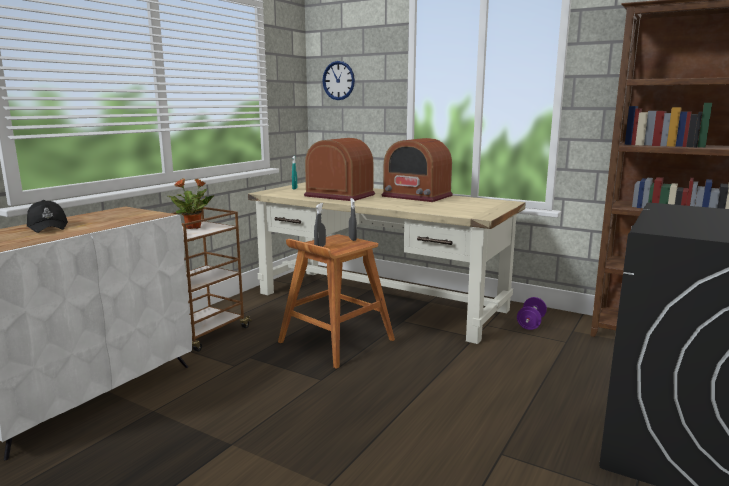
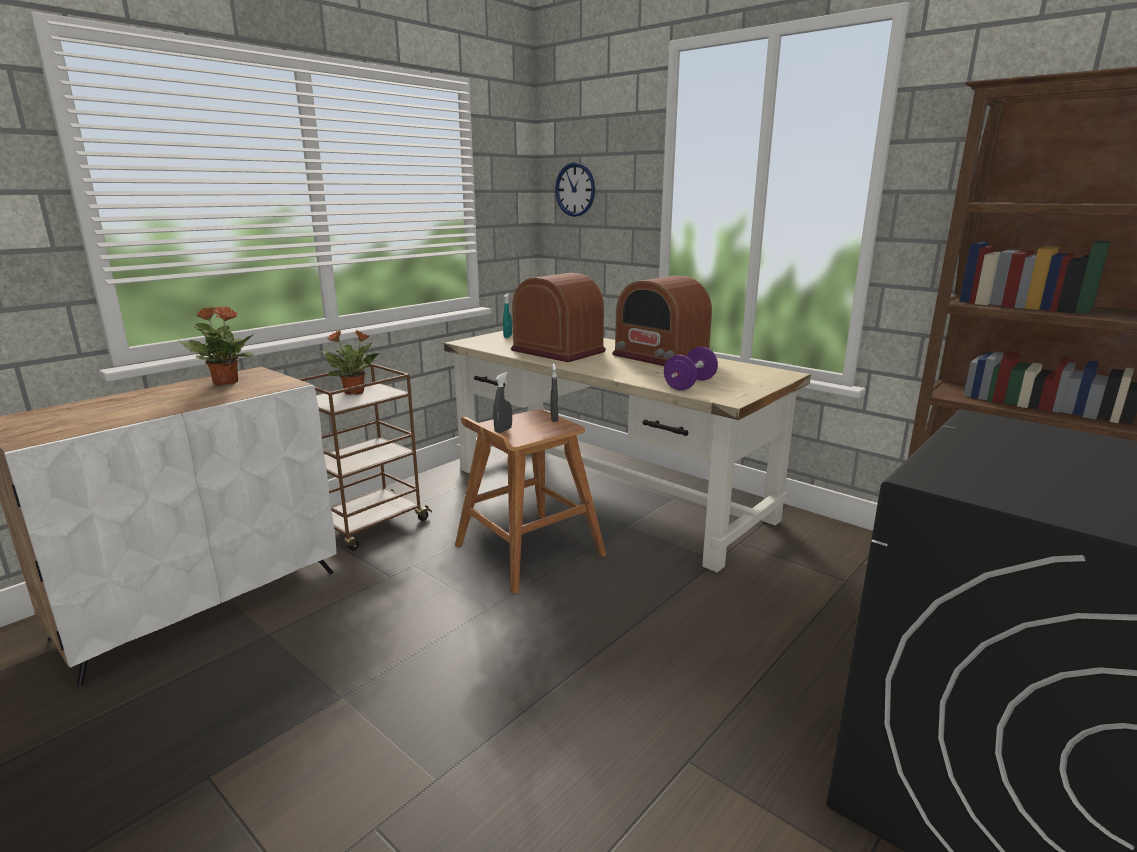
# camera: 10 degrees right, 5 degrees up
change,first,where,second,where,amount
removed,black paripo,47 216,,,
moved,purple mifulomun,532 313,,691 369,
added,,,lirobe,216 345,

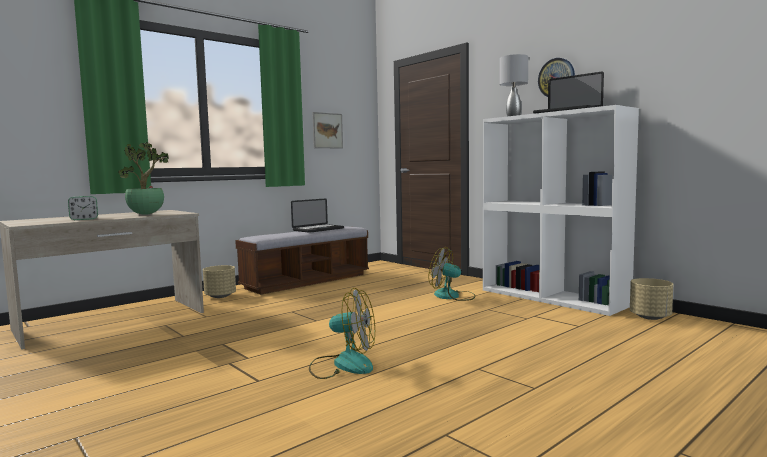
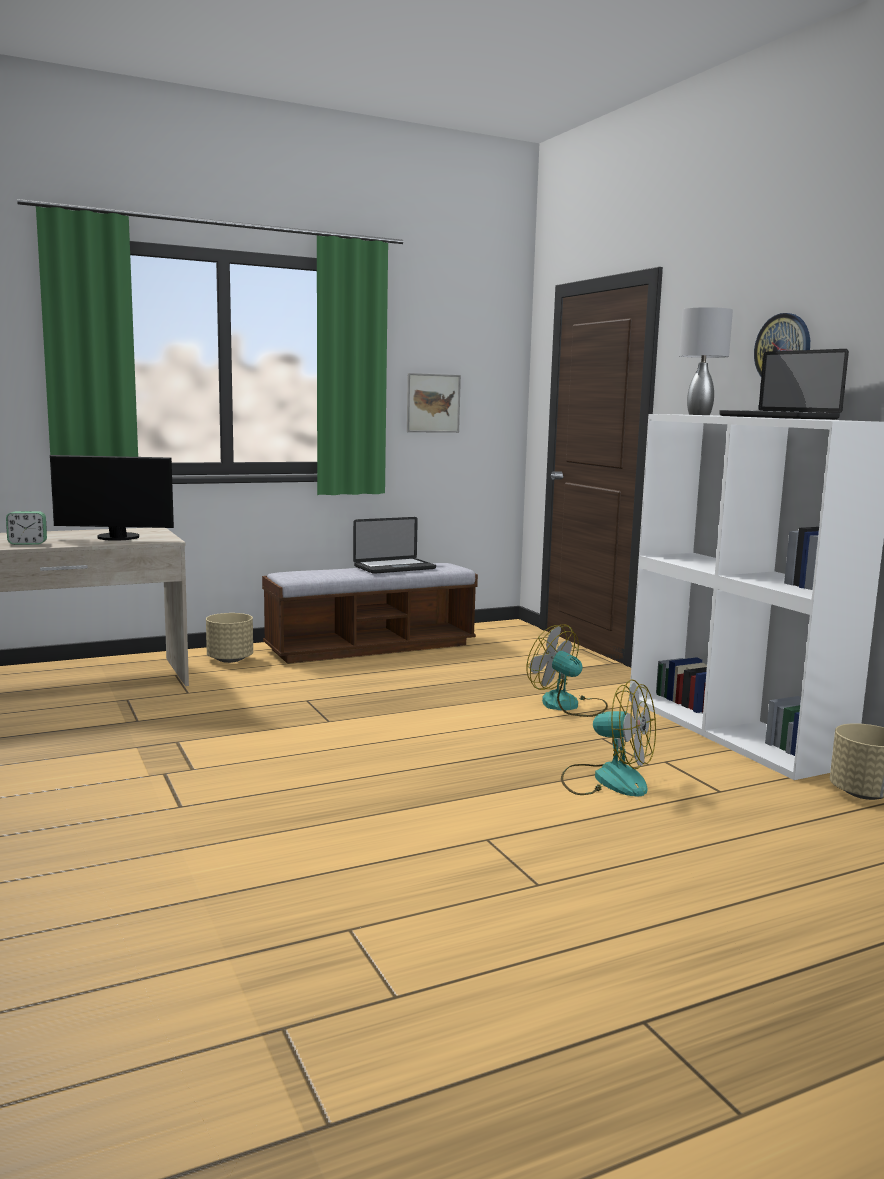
# camera: 15 degrees right, 5 degrees up
change,first,where,second,where,amount
replaced,lirobe,143 178,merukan,112 498,
moved,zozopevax,342 333,,608 738,

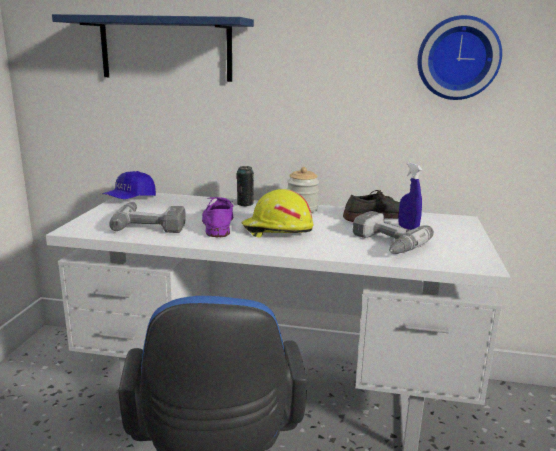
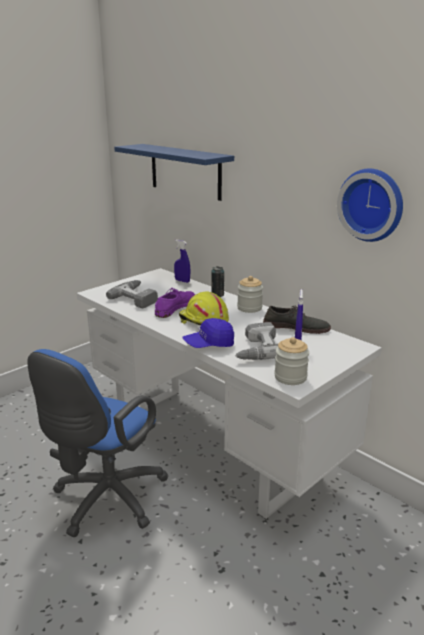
# camera: 35 degrees right, 5 degrees up
change,first,where,second,where,amount
moved,blue paripo,129 185,,208 333,
added,,,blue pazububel,182 261,
added,,,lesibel,291 361,

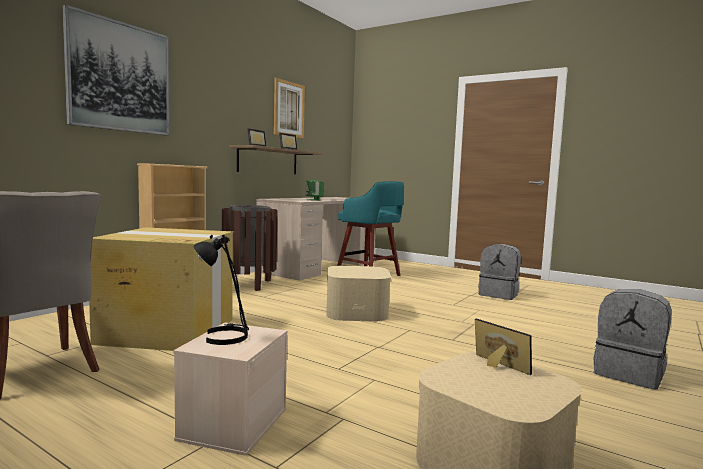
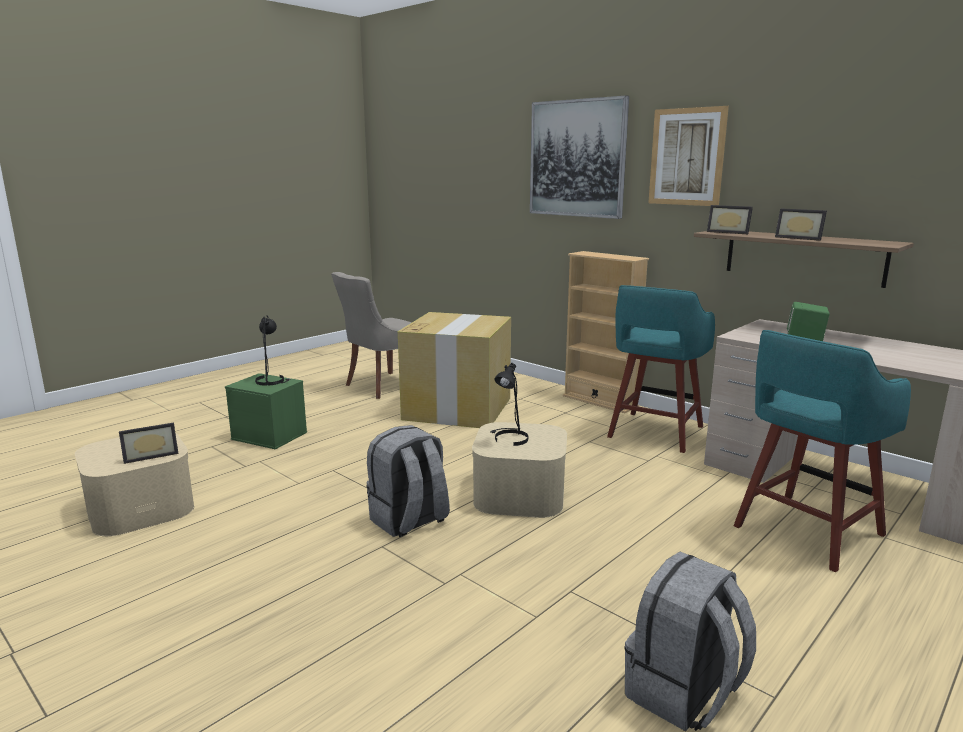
# camera: 100 degrees right, 10 degrees up
change,first,where,second,where,amount
recoloured,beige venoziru,230 389,green venoziru,266 411,
replaced,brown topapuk,249 248,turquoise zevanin,661 369,
moved,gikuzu,289 108,,689 156,
moved,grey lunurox,632 339,,408 481,
added,,,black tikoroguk,509 404,

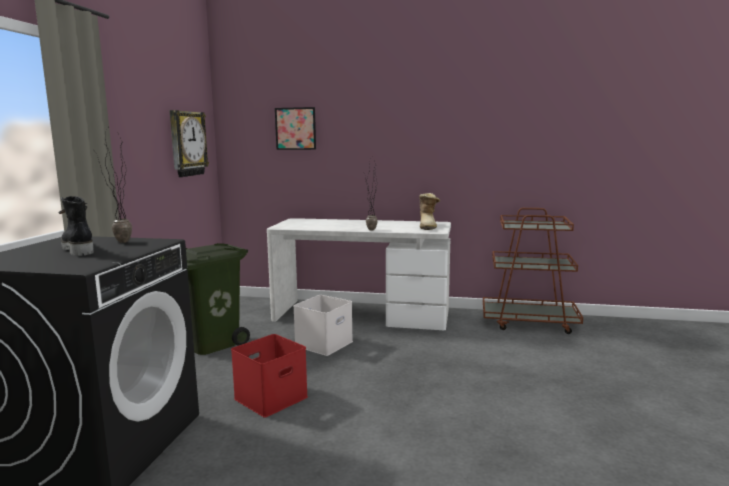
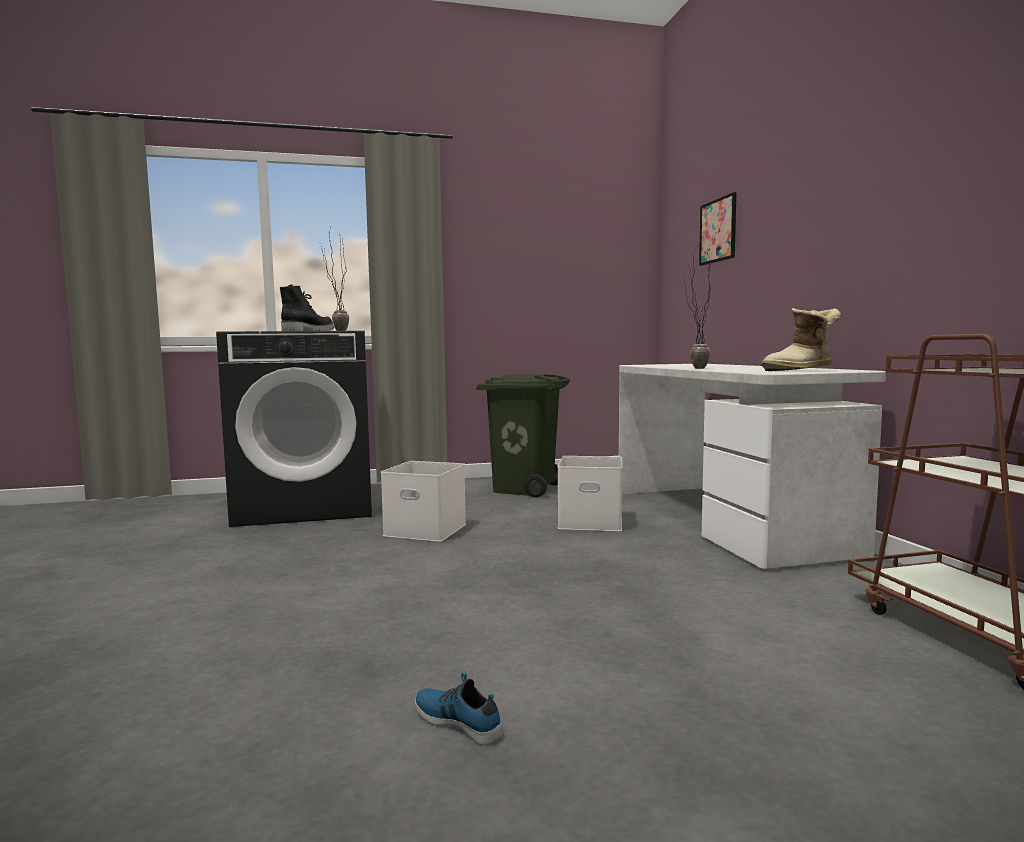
# camera: 65 degrees right, 5 degrees down
change,first,where,second,where,amount
removed,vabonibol,189 143,,,
recoloured,red venoziru,269 376,white venoziru,423 501,
added,,,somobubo,459 708,

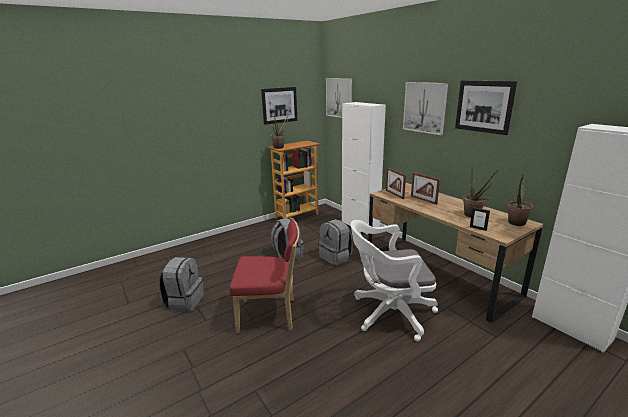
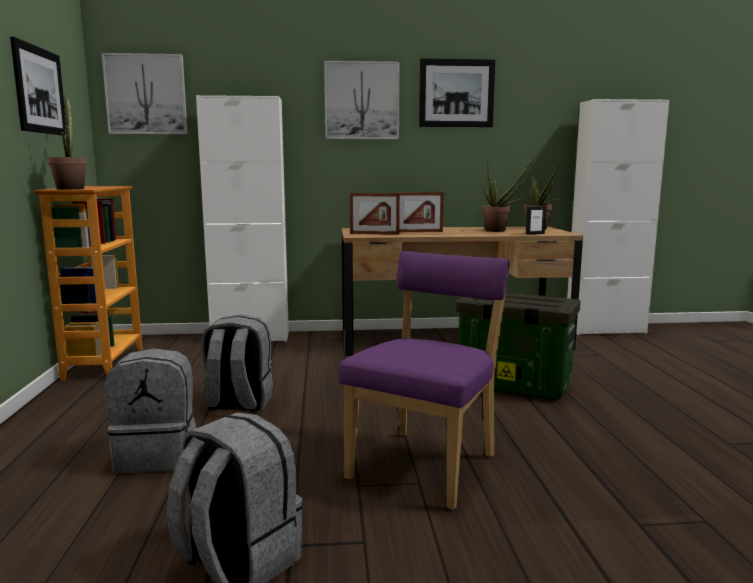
# camera: 60 degrees left, 10 degrees down
change,first,where,second,where,amount
recoloured,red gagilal,264 276,purple gagilal,424 380,
moved,grey lunurox,335 242,,150 410,
replaced,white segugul,394 280,venoziru,518 346,

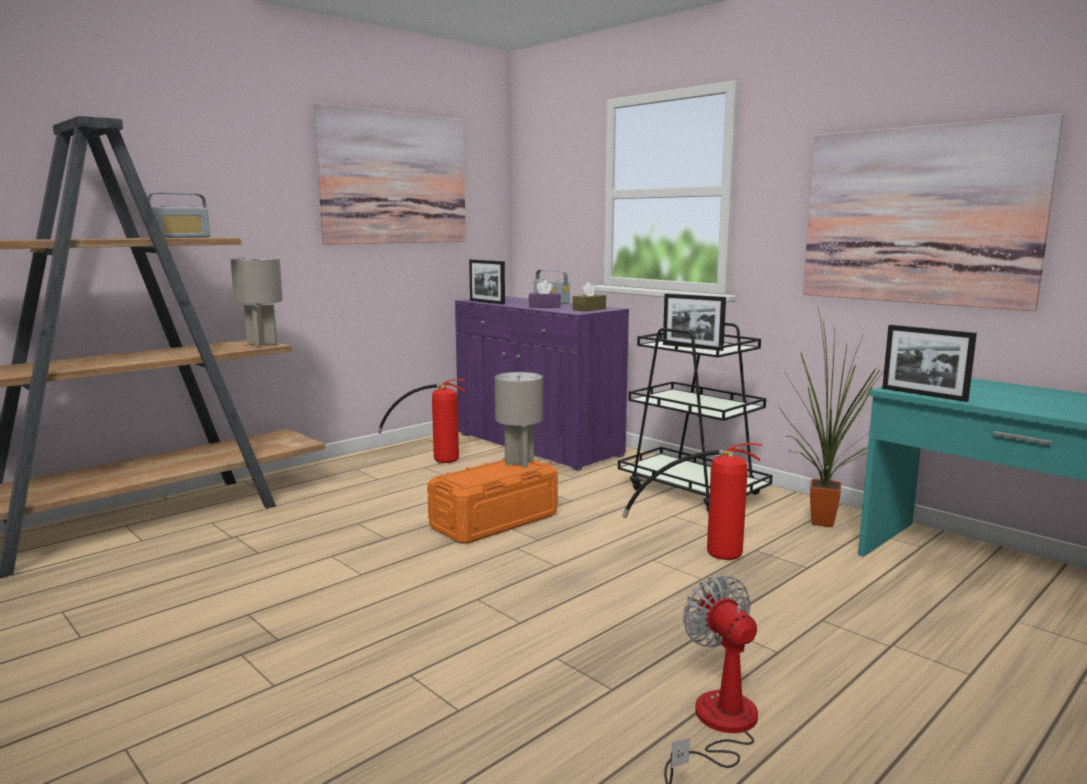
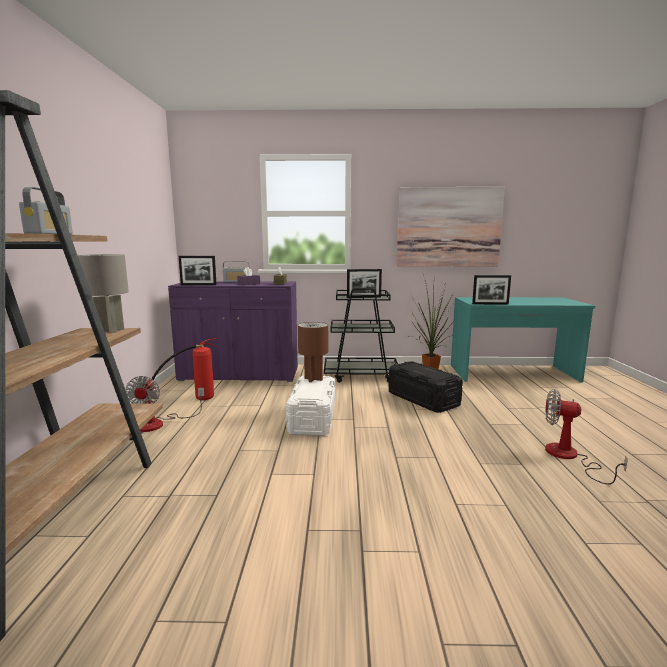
# camera: 45 degrees left, 0 degrees up
change,first,where,second,where,amount
removed,gikuzu,390 174,,,
recoloured,orange venoziru,492 500,white venoziru,310 406,
recoloured,grey tikoroguk,519 419,brown tikoroguk,313 352,
replaced,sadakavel,692 501,black venoziru,425 387,
added,,,zozopevax,165 404,

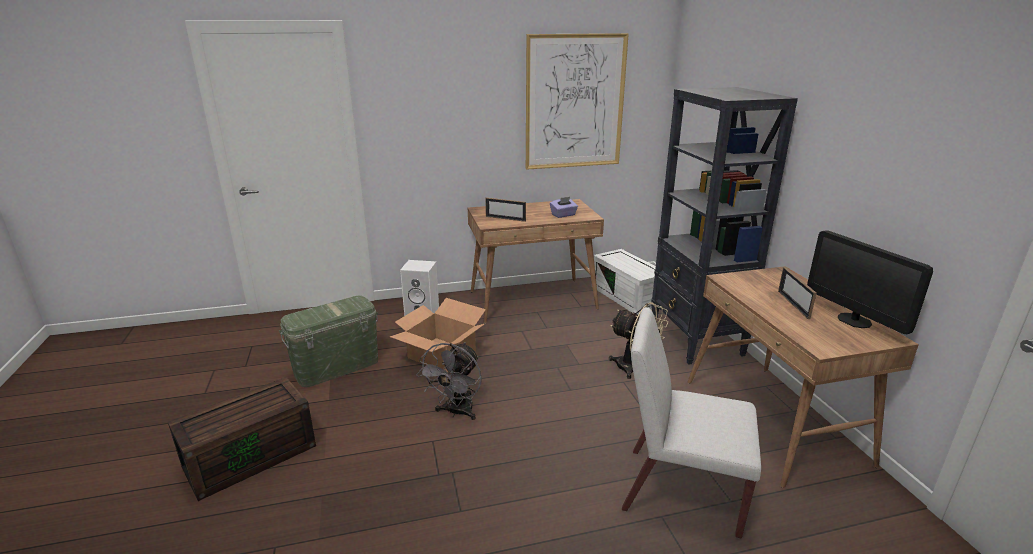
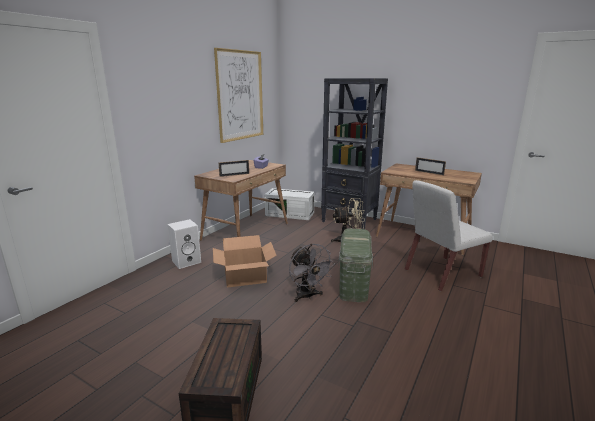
# camera: 45 degrees left, 5 degrees down
change,first,where,second,where,amount
moved,green venoziru,328 341,,356 265,
removed,merukan,870 282,,,

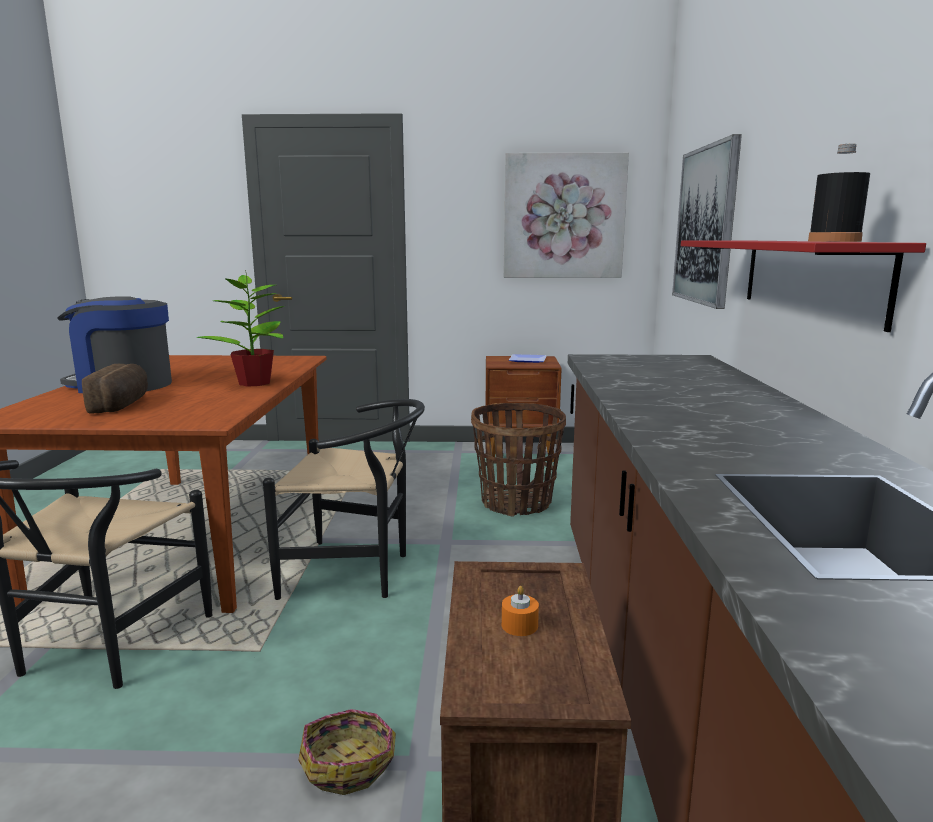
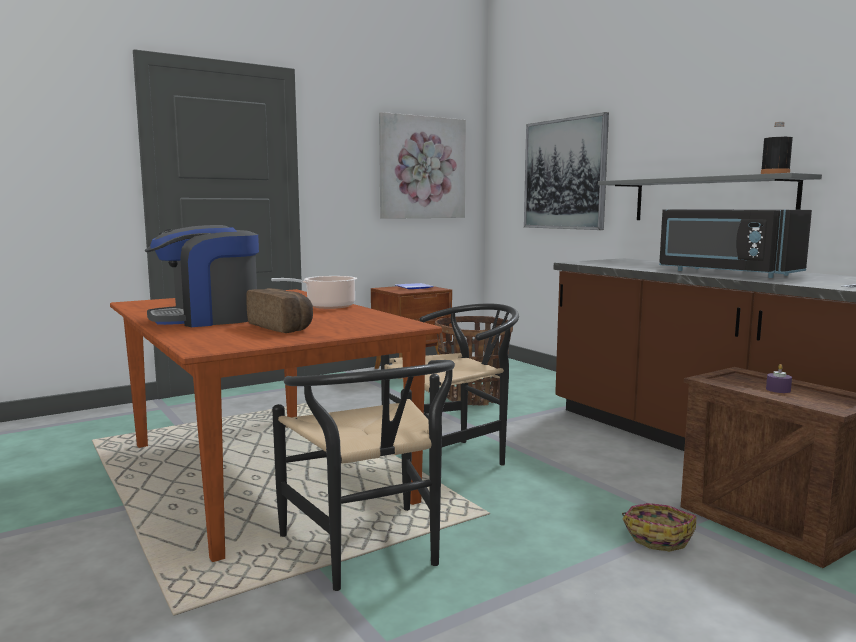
# camera: 35 degrees left, 5 degrees down
change,first,where,second,where,amount
replaced,lirobe,240 328,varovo,314 292,
recoloured,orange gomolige,520 611,purple gomolige,779 378,
recoloured,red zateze,803 286,grey zateze,710 196,
added,,,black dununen,735 243,

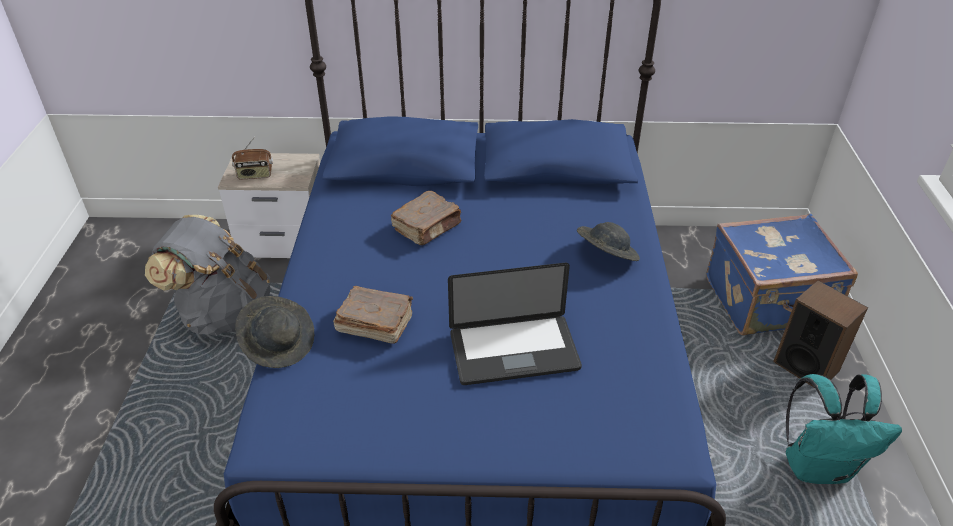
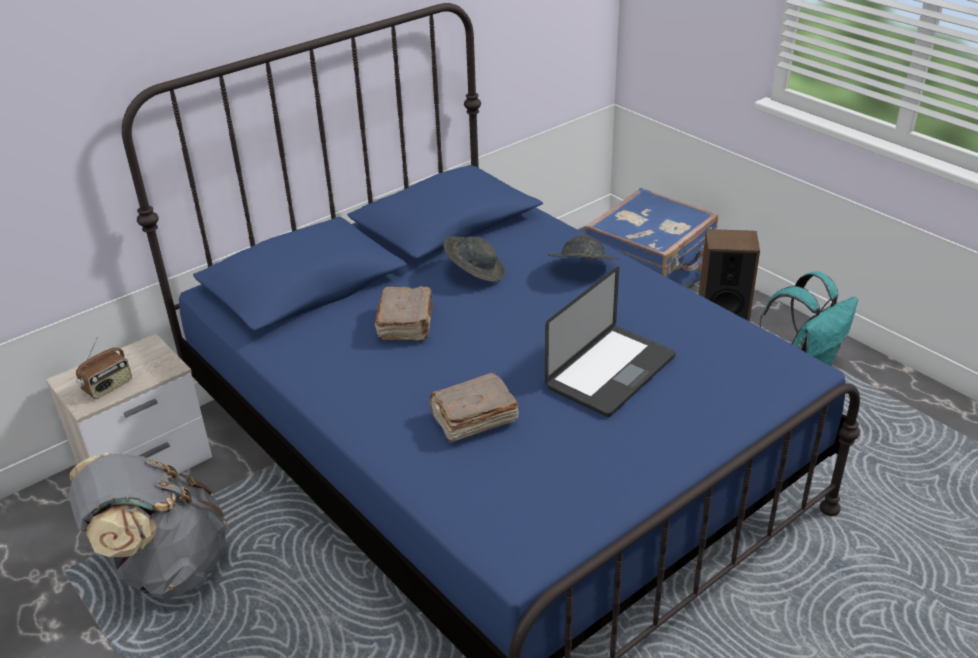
# camera: 40 degrees left, 5 degrees down
change,first,where,second,where,amount
moved,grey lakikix,274 332,,474 259,

